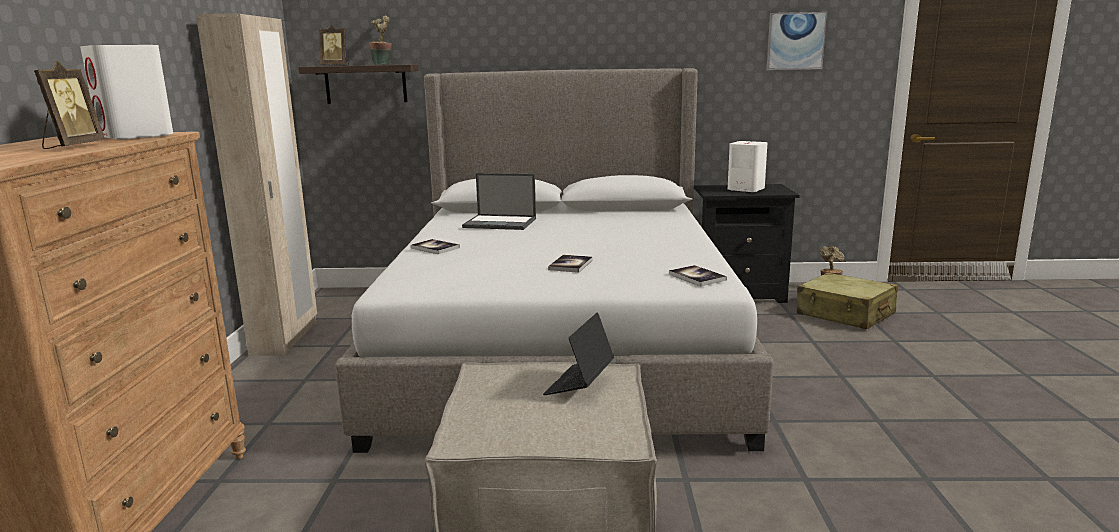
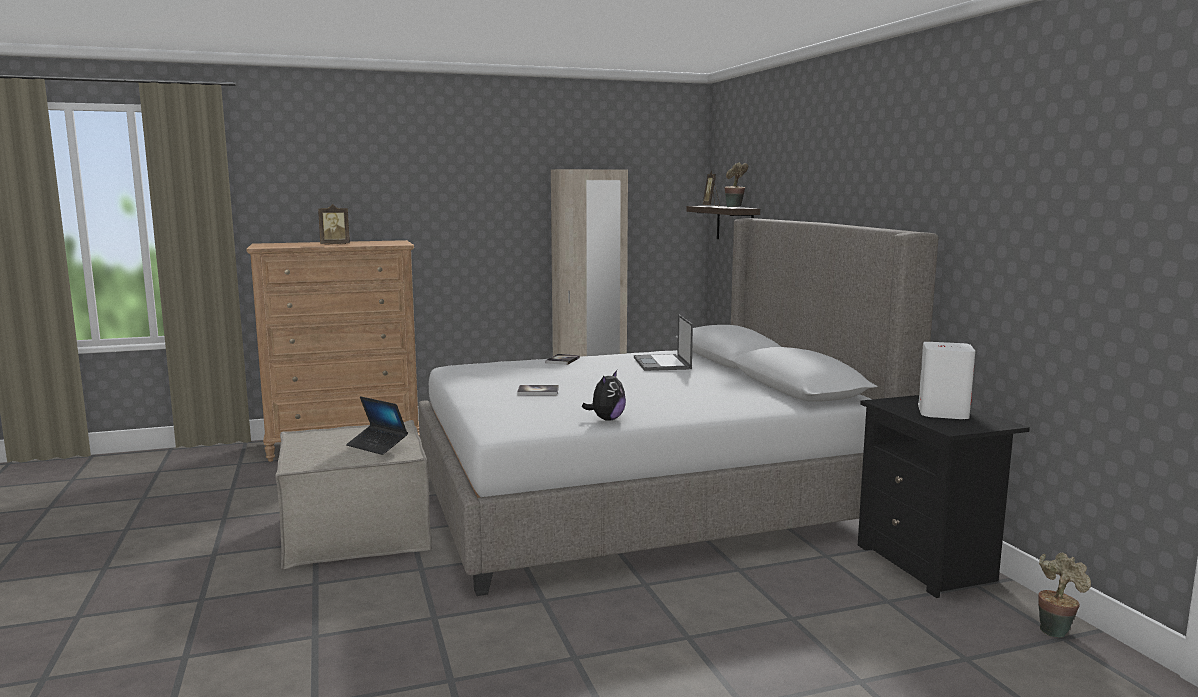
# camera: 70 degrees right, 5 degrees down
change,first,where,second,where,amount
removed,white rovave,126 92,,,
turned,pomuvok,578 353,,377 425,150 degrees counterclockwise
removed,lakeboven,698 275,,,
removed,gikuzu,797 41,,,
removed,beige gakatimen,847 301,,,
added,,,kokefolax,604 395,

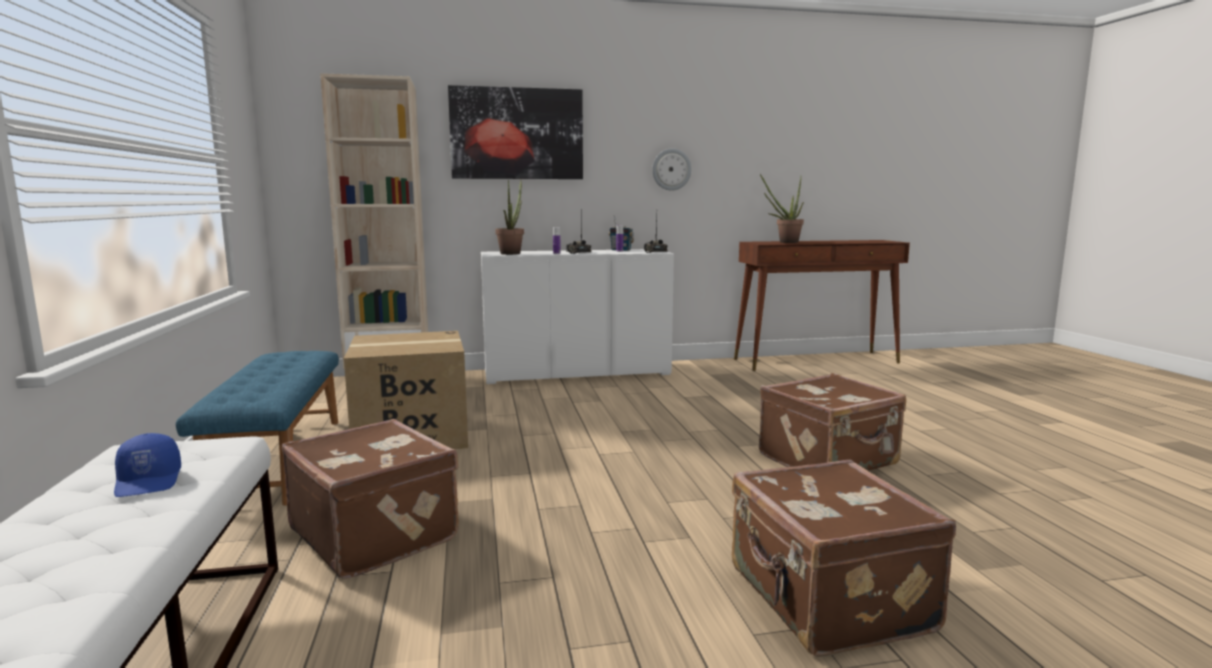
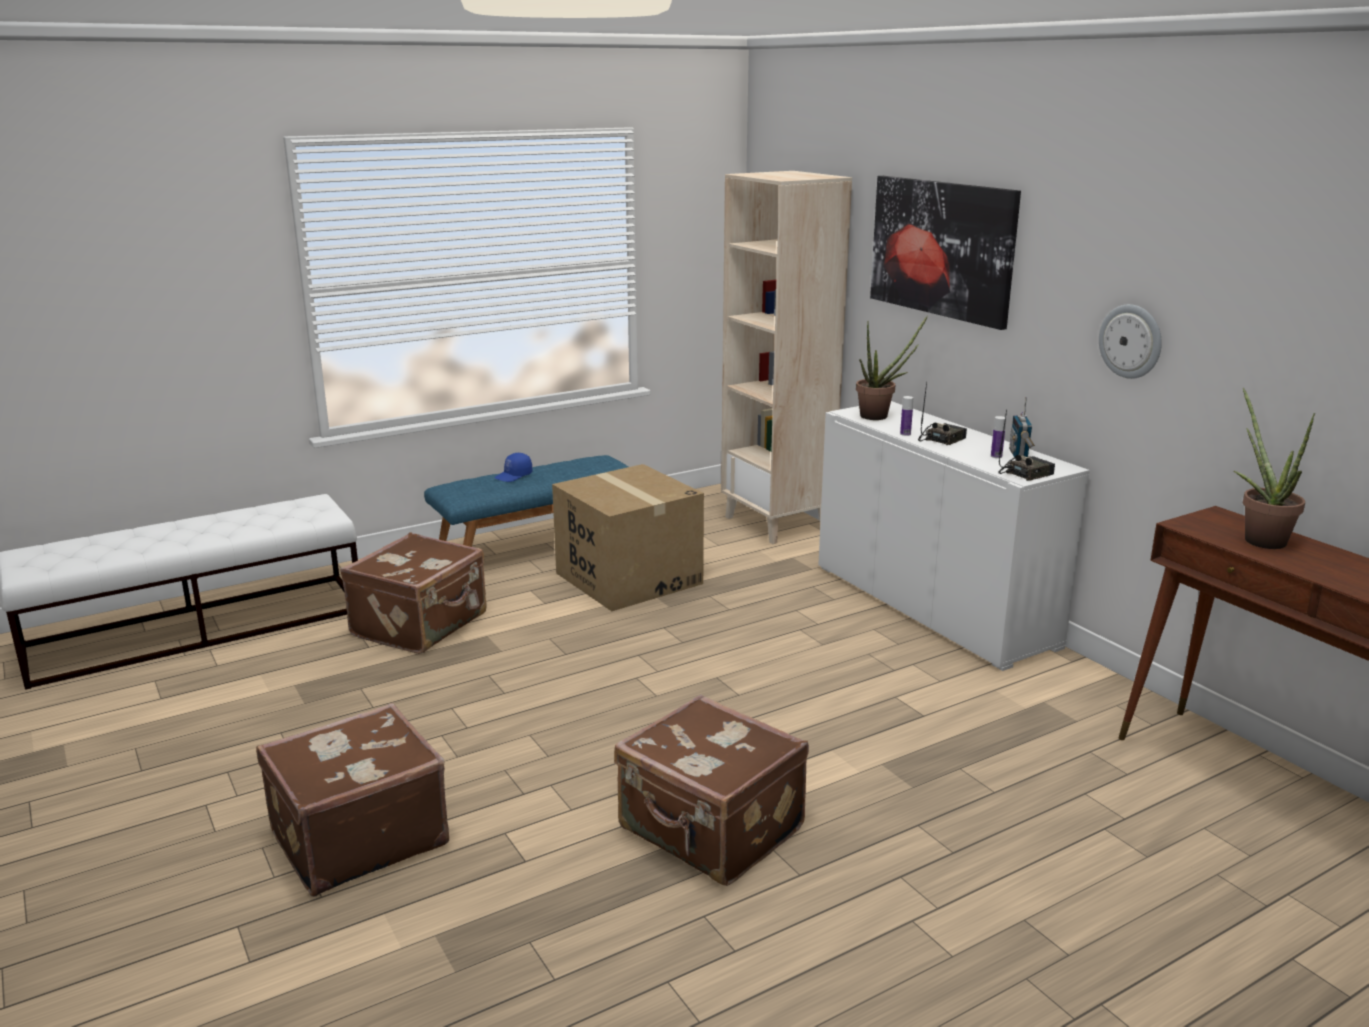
# camera: 70 degrees right, 10 degrees up
change,first,where,second,where,amount
moved,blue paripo,147 465,,513 467,

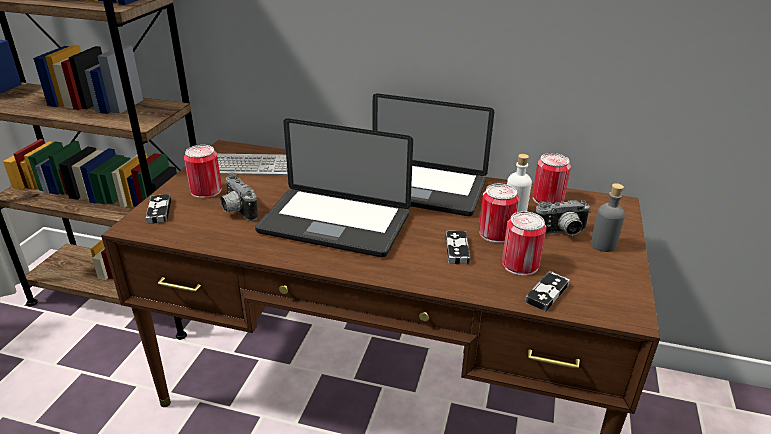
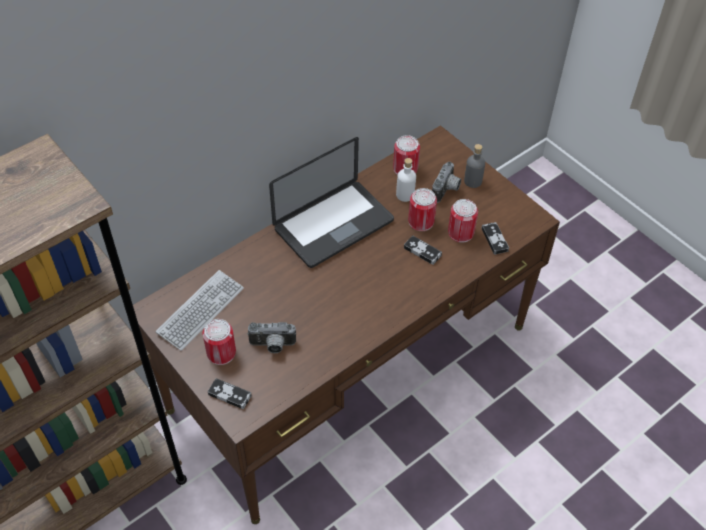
# camera: 55 degrees left, 20 degrees up
change,first,where,second,where,amount
removed,pomuvok,334 187,,,

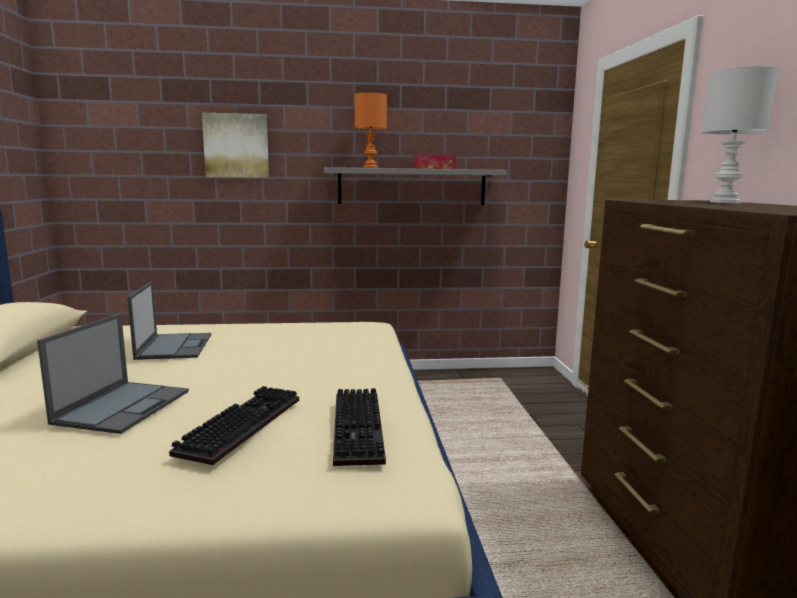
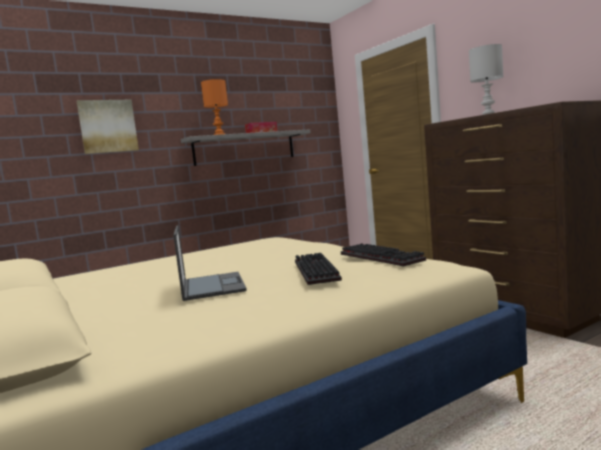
# camera: 25 degrees left, 5 degrees down
change,first,where,second,where,amount
removed,pomuvok,169 320,,,

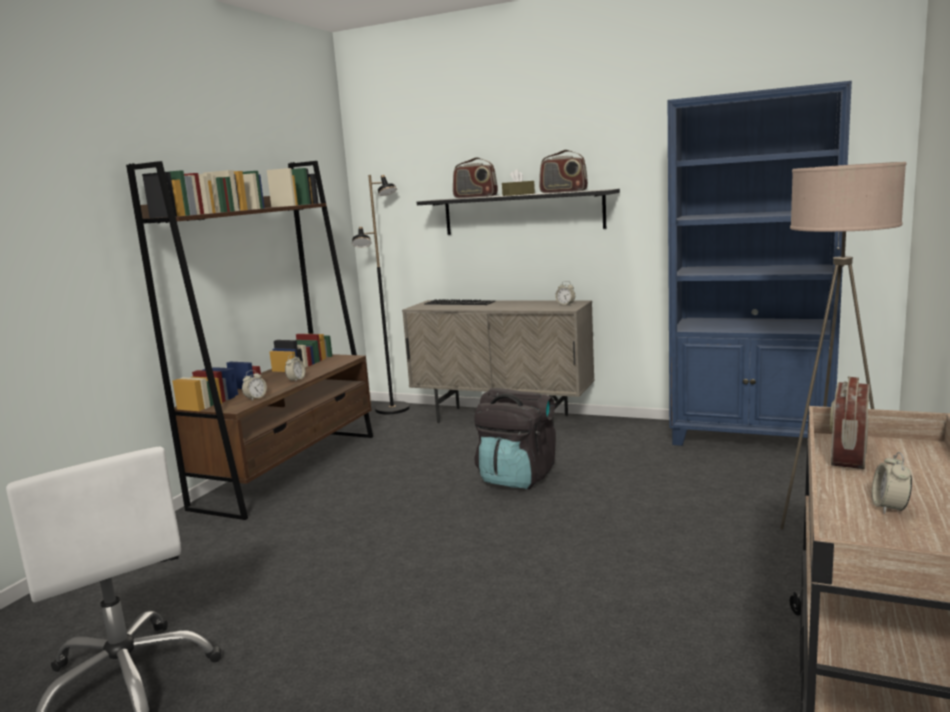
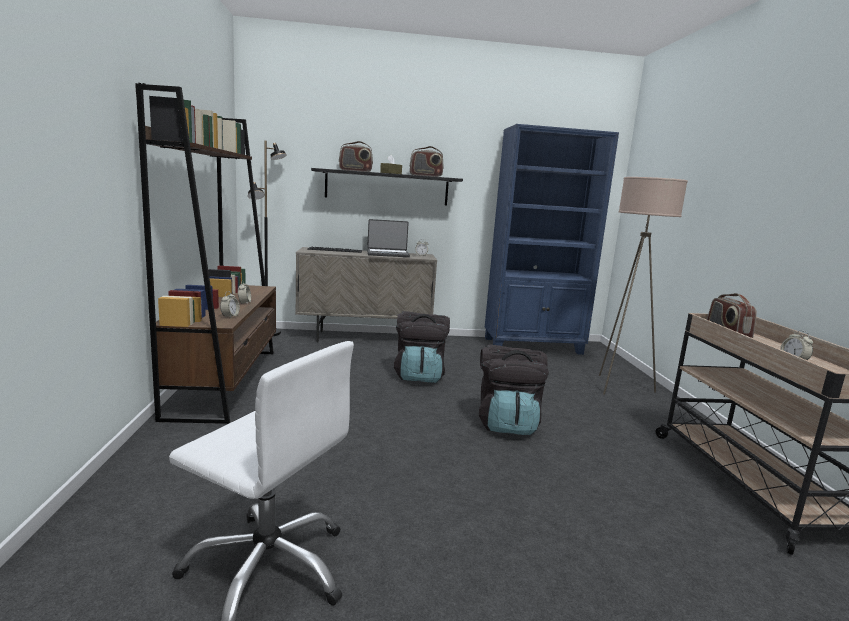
# camera: 30 degrees left, 0 degrees up
change,first,where,second,where,amount
added,,,pomuvok,388 238,
added,,,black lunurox,514 389,

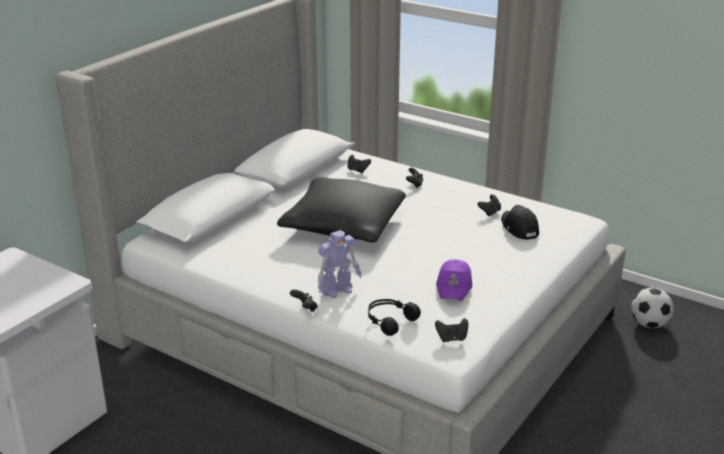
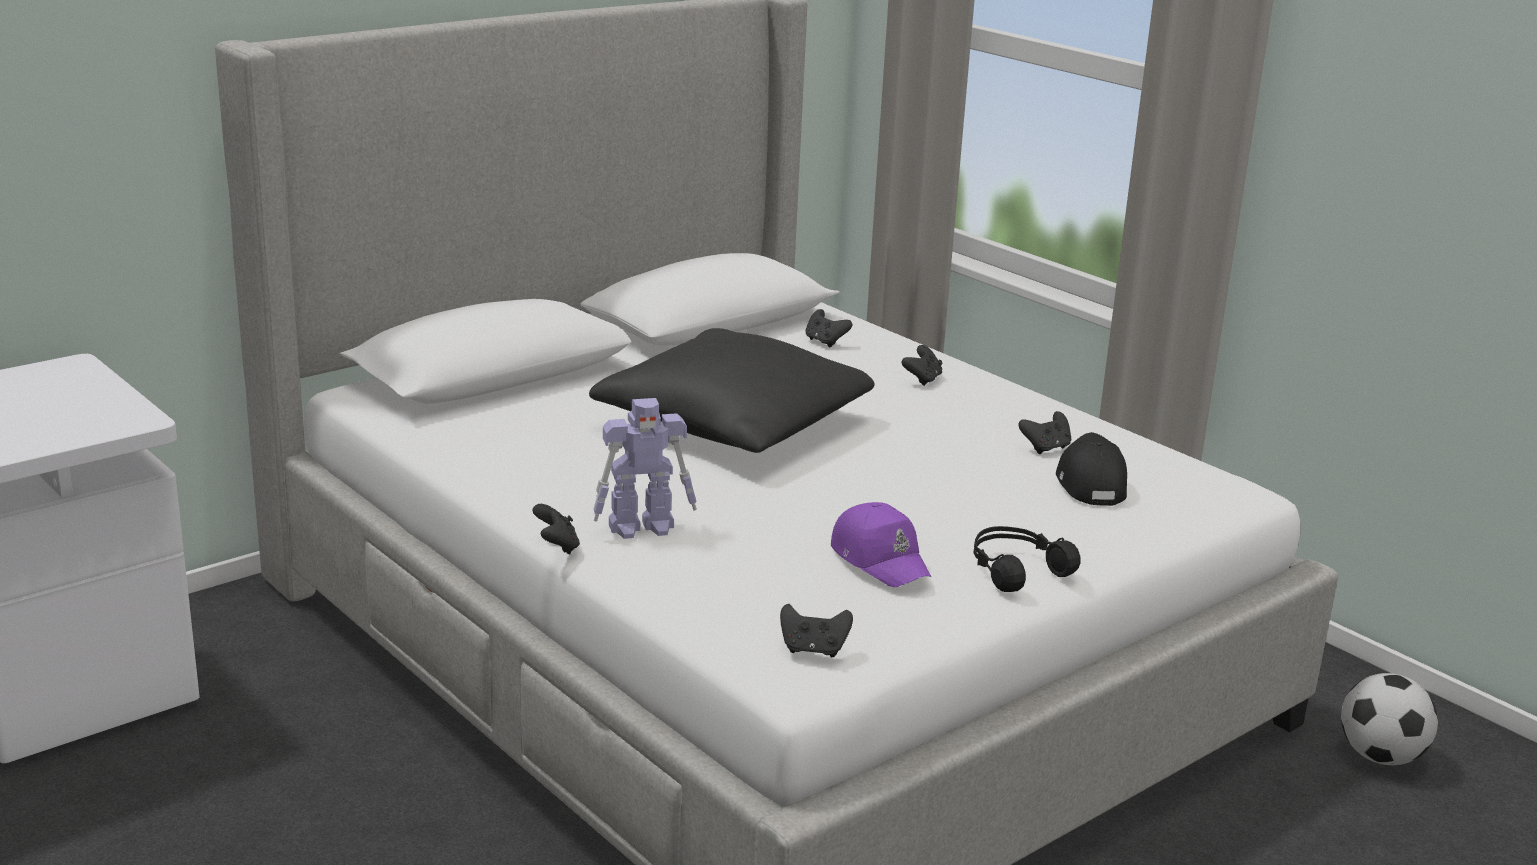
# camera: 15 degrees right, 5 degrees down
change,first,where,second,where,amount
moved,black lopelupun,394 317,,1027 559,
turned,purple paripo,454 280,,881 544,60 degrees counterclockwise

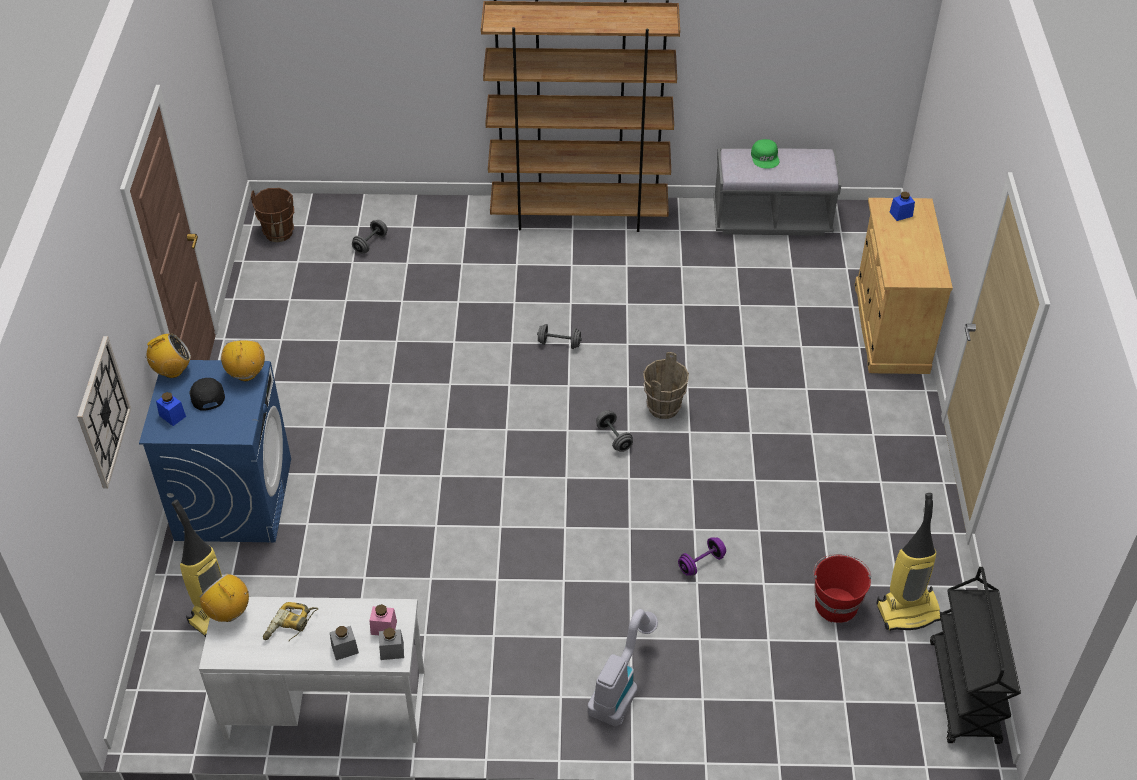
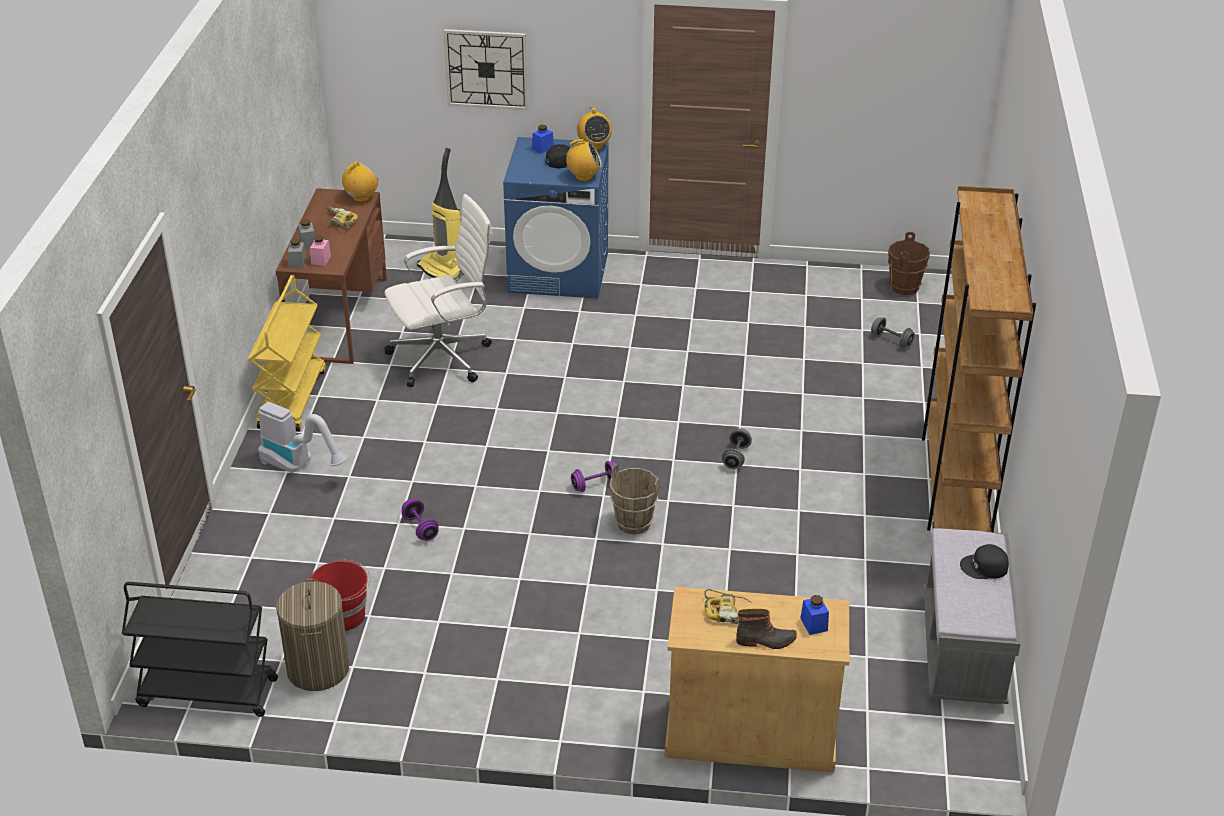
# camera: 95 degrees right, 10 degrees down
change,first,where,second,where,amount
recoloured,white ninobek,312 670,brown ninobek,331 276,
recoloured,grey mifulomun,614 431,purple mifulomun,593 476,
recoloured,green paripo,765 154,black paripo,984 561,
replaced,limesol,909 562,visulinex,312 635,
added,,,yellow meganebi,286 353,
added,,,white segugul,438 290,
added,,,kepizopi,728 606,
added,,,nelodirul,766 629,

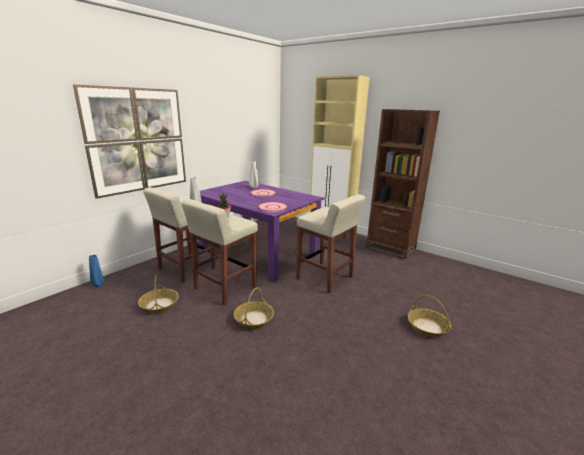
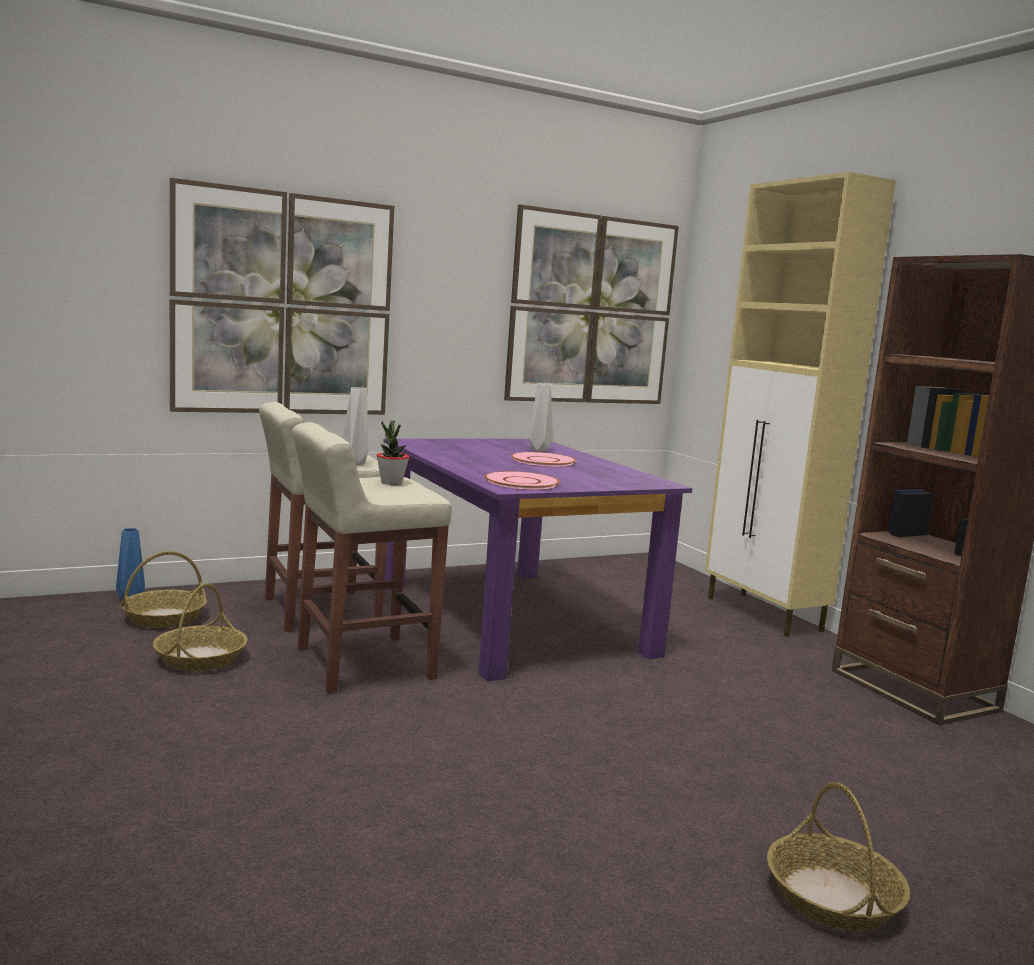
# camera: 25 degrees right, 10 degrees down
change,first,where,second,where,amount
moved,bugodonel,254 308,,164 589,
removed,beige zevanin,331 243,,,
added,,,gikuzu,591 304,

